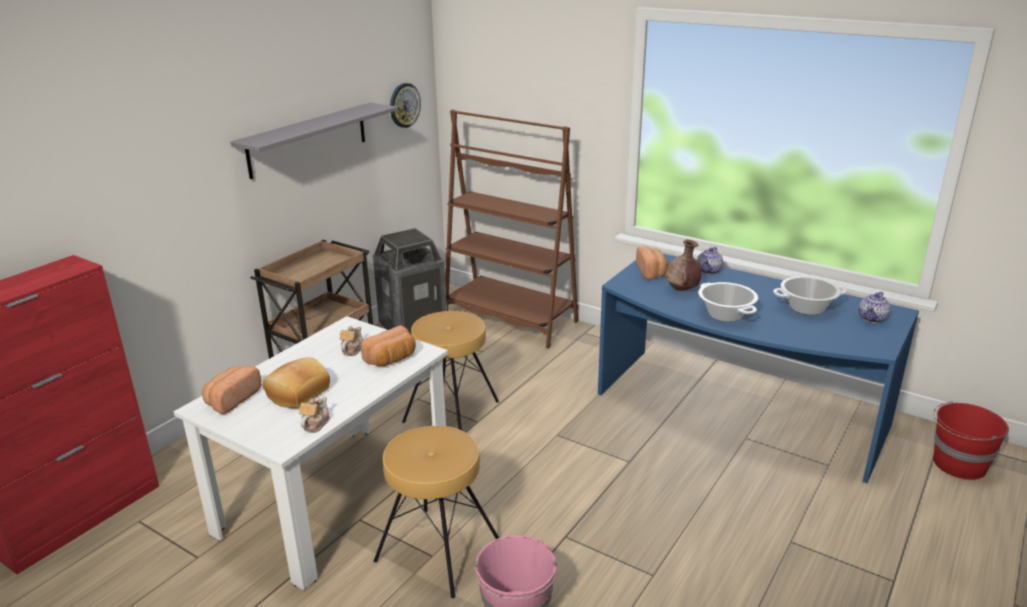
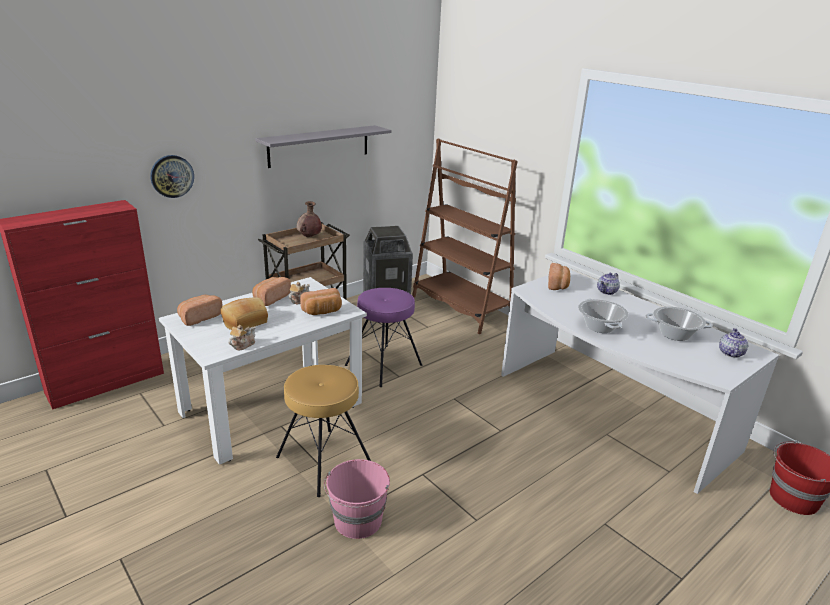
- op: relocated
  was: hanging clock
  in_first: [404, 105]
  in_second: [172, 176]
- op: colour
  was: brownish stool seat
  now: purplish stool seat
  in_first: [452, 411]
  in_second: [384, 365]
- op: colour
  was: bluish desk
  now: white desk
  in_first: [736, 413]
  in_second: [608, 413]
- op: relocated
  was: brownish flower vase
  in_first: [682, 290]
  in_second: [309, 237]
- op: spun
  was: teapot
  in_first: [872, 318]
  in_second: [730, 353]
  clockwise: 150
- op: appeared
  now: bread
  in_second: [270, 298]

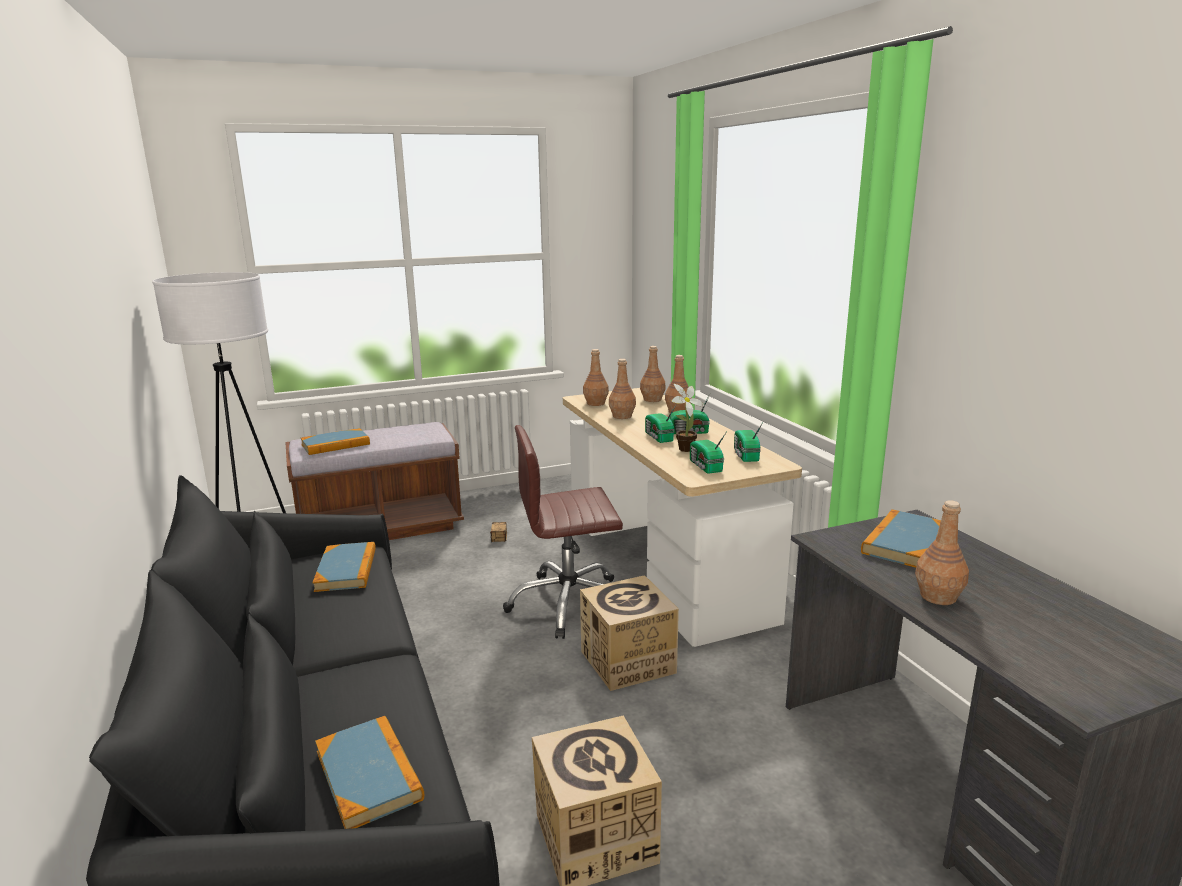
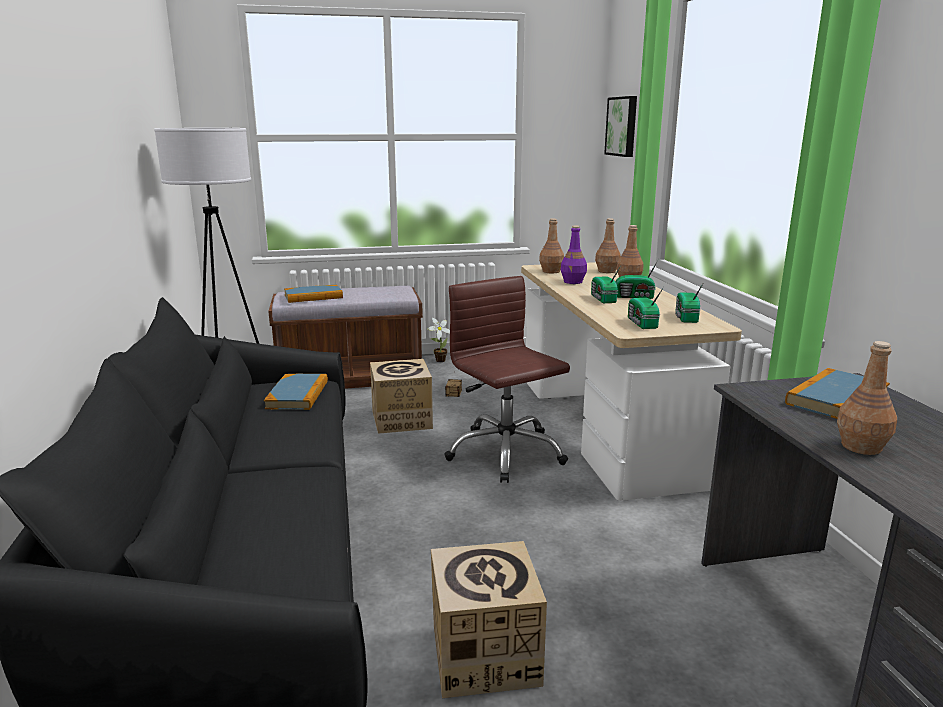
- op: missing
  was: volume
  in_first: [369, 775]
- op: spun
  was: brownish desk chair
  in_first: [568, 604]
  in_second: [505, 453]
  clockwise: 60
- op: relocated
  was: carton
  in_first: [627, 662]
  in_second: [401, 420]
- op: colour
  was: brownish drink bottle
  now: purplish drink bottle
  in_first: [622, 416]
  in_second: [573, 282]
- op: relocated
  was: plant in a pot
  in_first: [683, 450]
  in_second: [438, 360]
- op: appeared
  now: wall picture
  in_second: [623, 126]

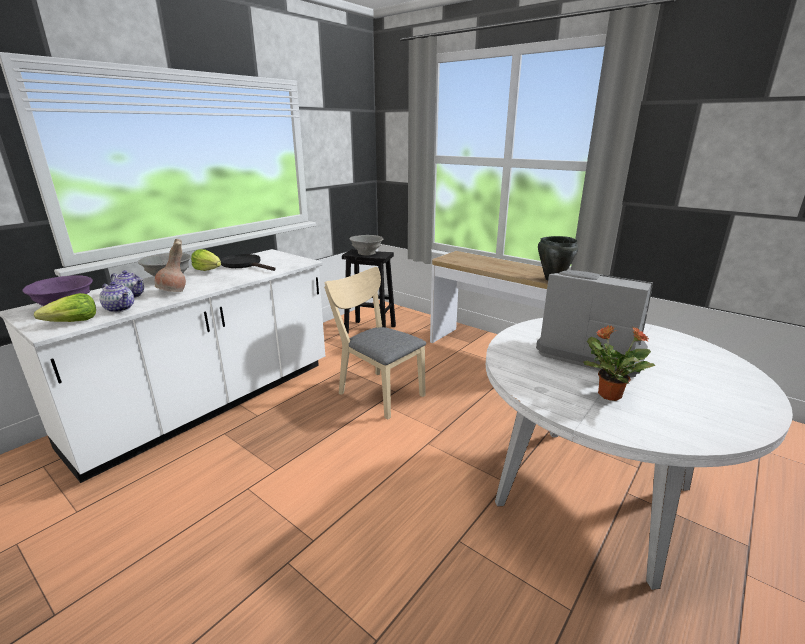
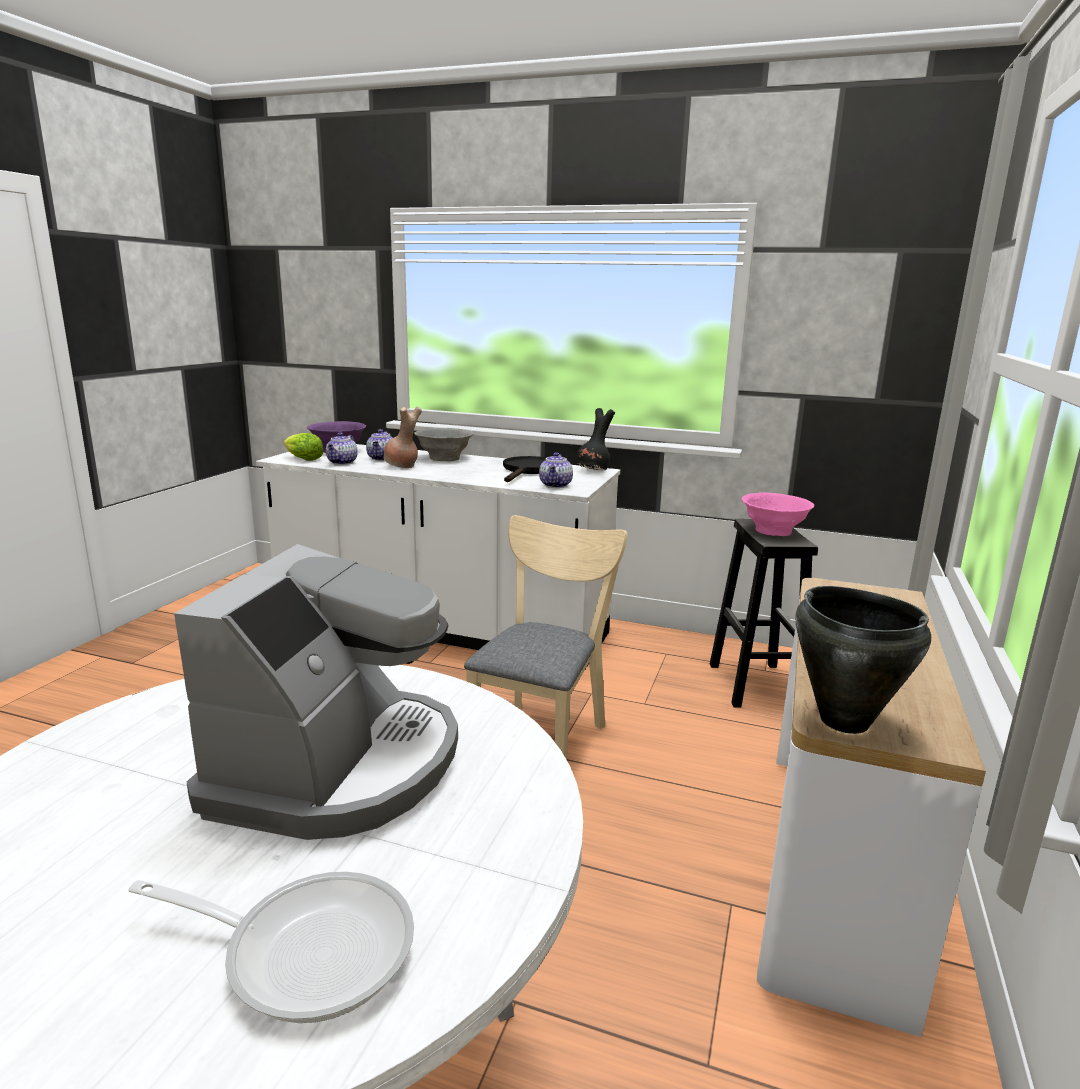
- op: missing
  was: lettuce
  in_first: [208, 270]
- op: colour
  was: gray serving bowl
  now: pink-coloured serving bowl
  in_first: [366, 253]
  in_second: [773, 531]
- op: missing
  was: plant in a pot
  in_first: [608, 394]
- op: appeared
  now: pan
  in_second: [306, 949]
- op: appeared
  now: teapot
  in_second: [556, 485]
- op: appeared
  now: black flower vase
  in_second: [593, 471]

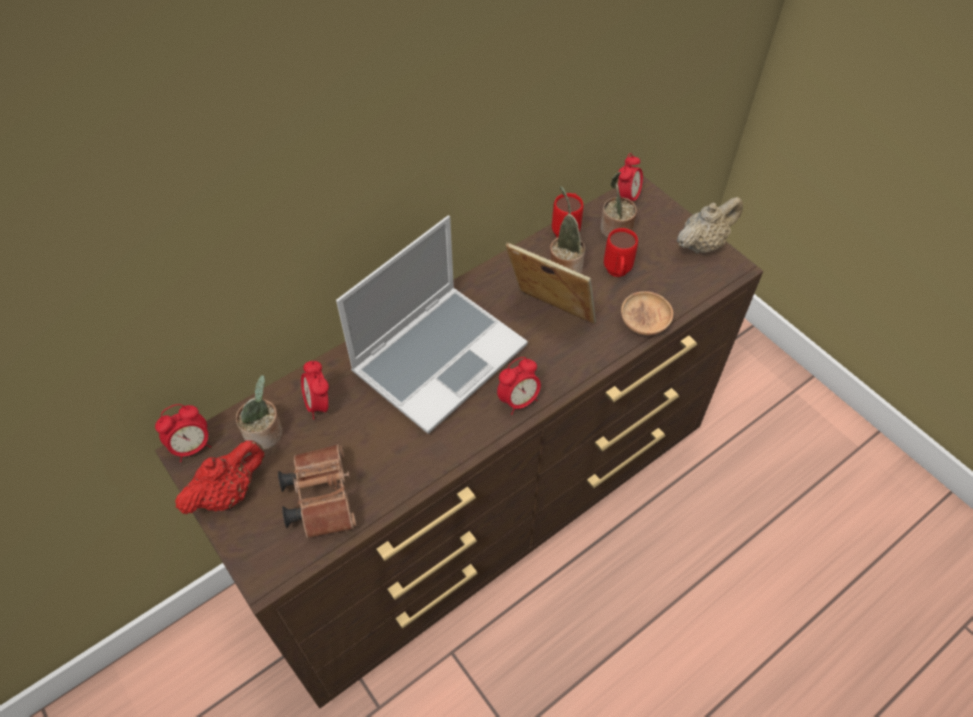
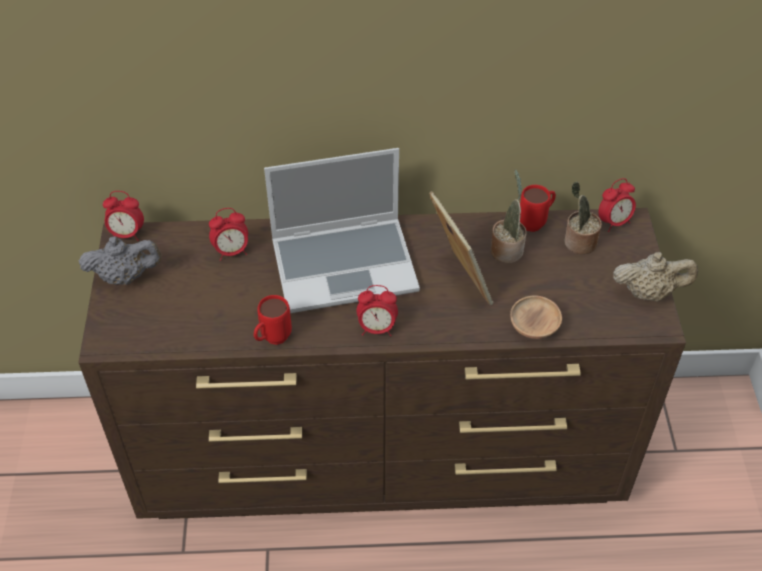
- op: colour
  was: red teapot
  now: gray teapot
  in_first: [229, 492]
  in_second: [125, 277]
- op: missing
  was: plant in a pot
  in_first: [266, 434]
- op: missing
  was: brownish pair of binoculars
  in_first: [321, 496]
- op: spun
  was: bedside clock
  in_first: [319, 404]
  in_second: [232, 252]
  clockwise: -120
- op: relocated
  was: red tea mug
  in_first: [617, 274]
  in_second: [272, 340]

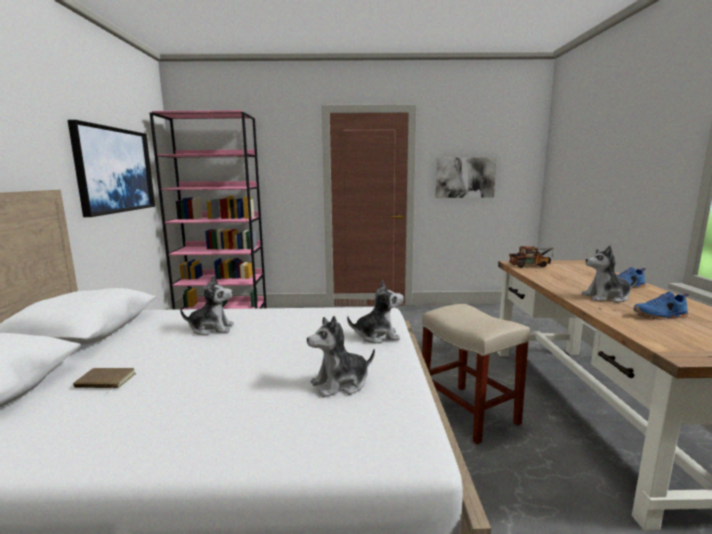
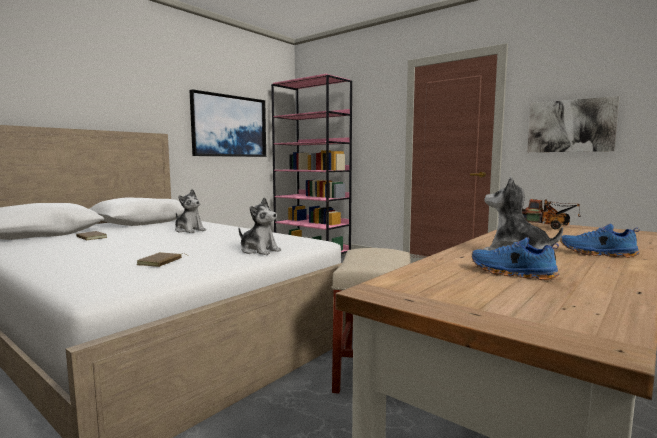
- op: exchanged
  was: soft toy
  now: brownish volume
  in_first: [341, 384]
  in_second: [161, 262]

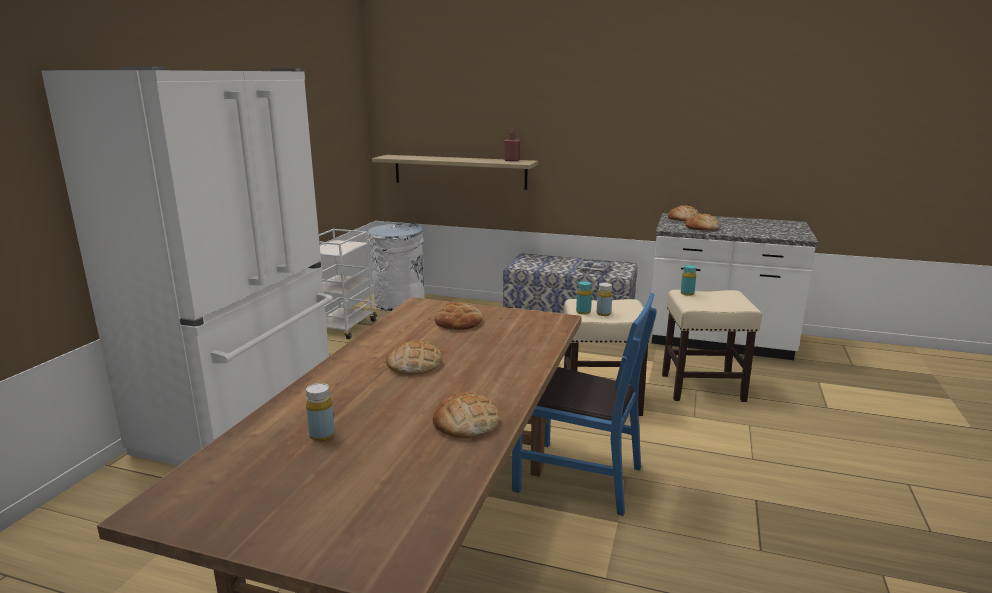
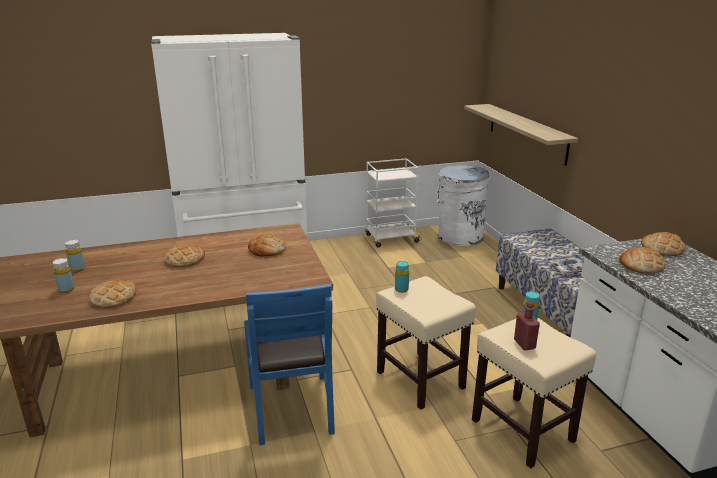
- op: relocated
  was: red drink bottle
  in_first: [511, 160]
  in_second: [524, 344]
- op: relocated
  was: yellow-coloured drink bottle
  in_first: [603, 314]
  in_second: [66, 289]

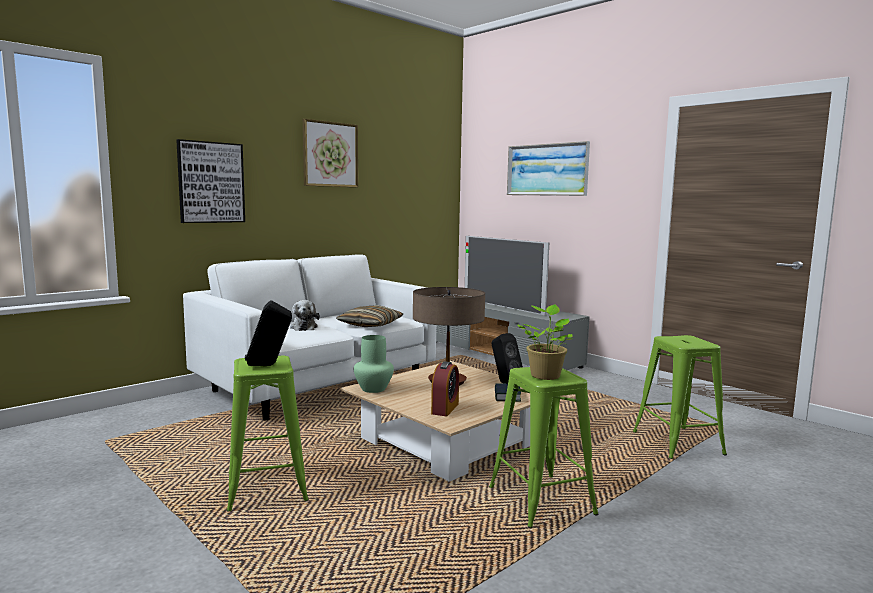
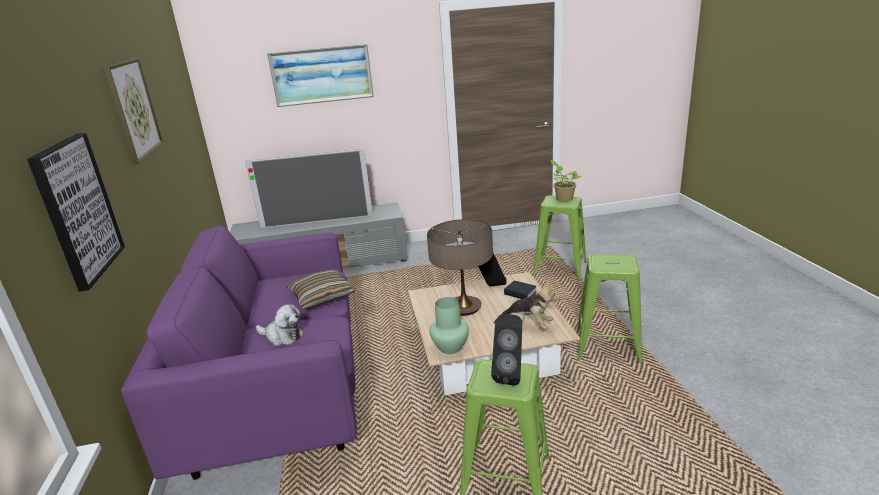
- op: colour
  was: white couch
  now: purplish couch
  in_first: [318, 386]
  in_second: [279, 389]
- op: exchanged
  was: bedside clock
  now: soft toy
  in_first: [445, 409]
  in_second: [527, 326]
- op: relocated
  was: plant in a pot
  in_first: [545, 375]
  in_second: [563, 199]

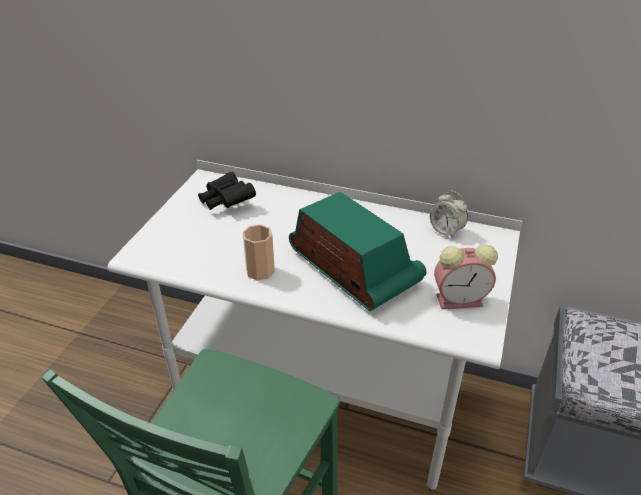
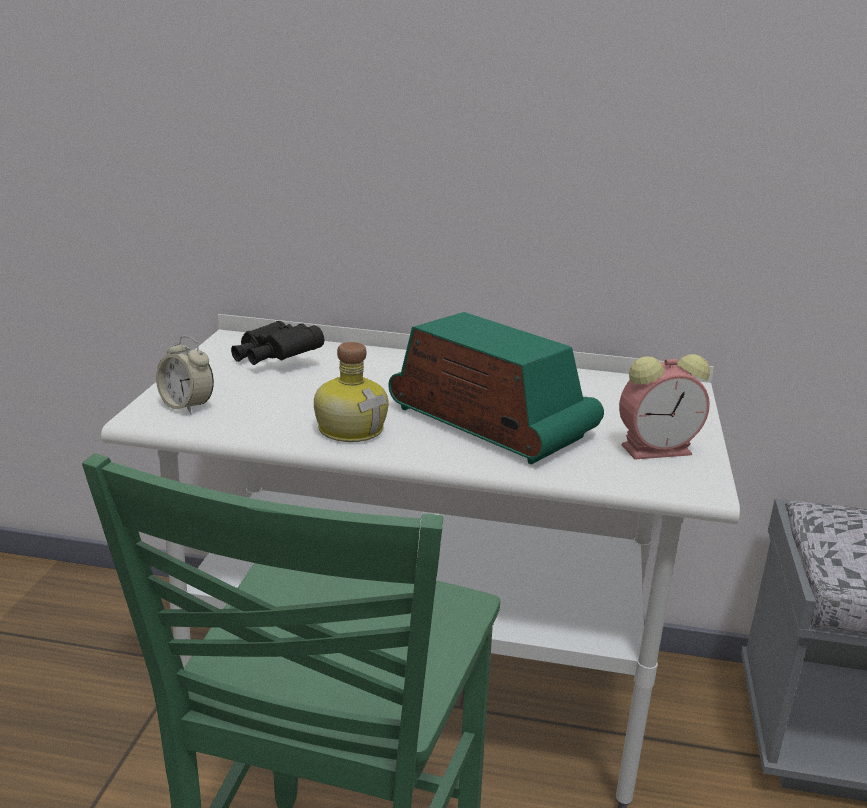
- op: exchanged
  was: cup
  now: drink bottle
  in_first: [260, 271]
  in_second: [351, 428]
- op: relocated
  was: bedside clock
  in_first: [446, 230]
  in_second: [186, 406]

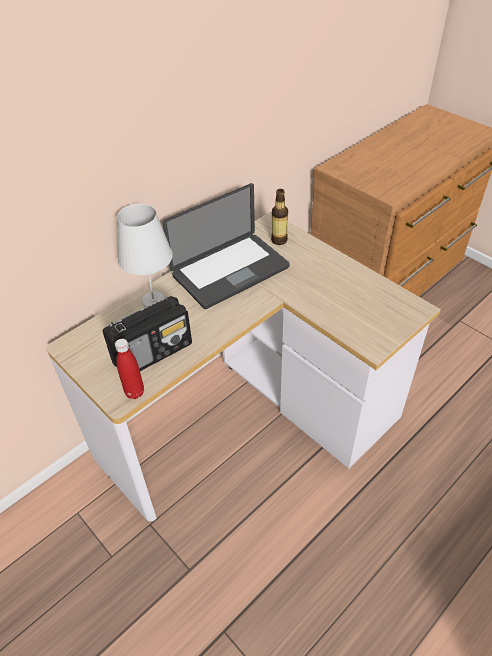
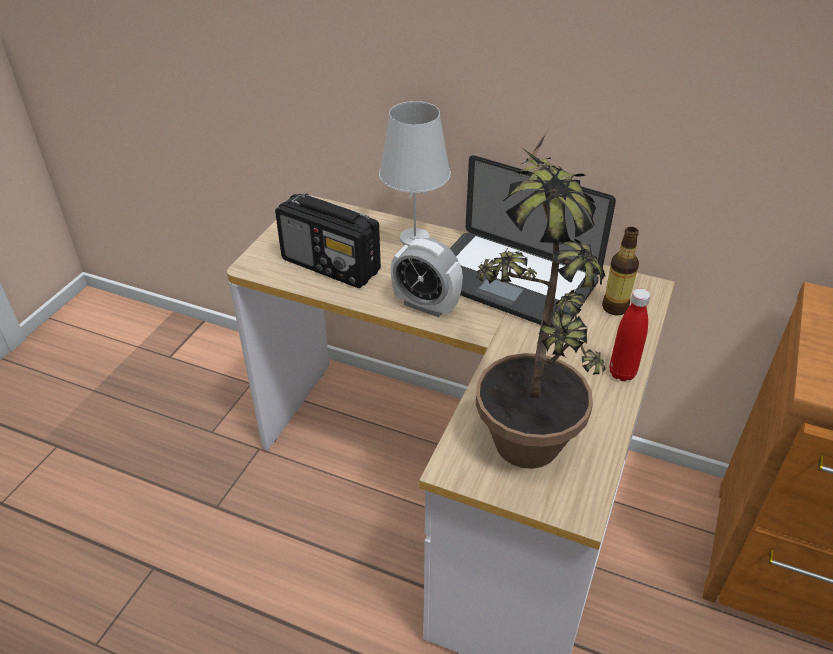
- op: relocated
  was: red drink bottle
  in_first: [135, 392]
  in_second: [622, 373]
- op: appeared
  now: bedside clock
  in_second: [426, 305]
- op: appeared
  now: plant in a pot
  in_second: [525, 423]

